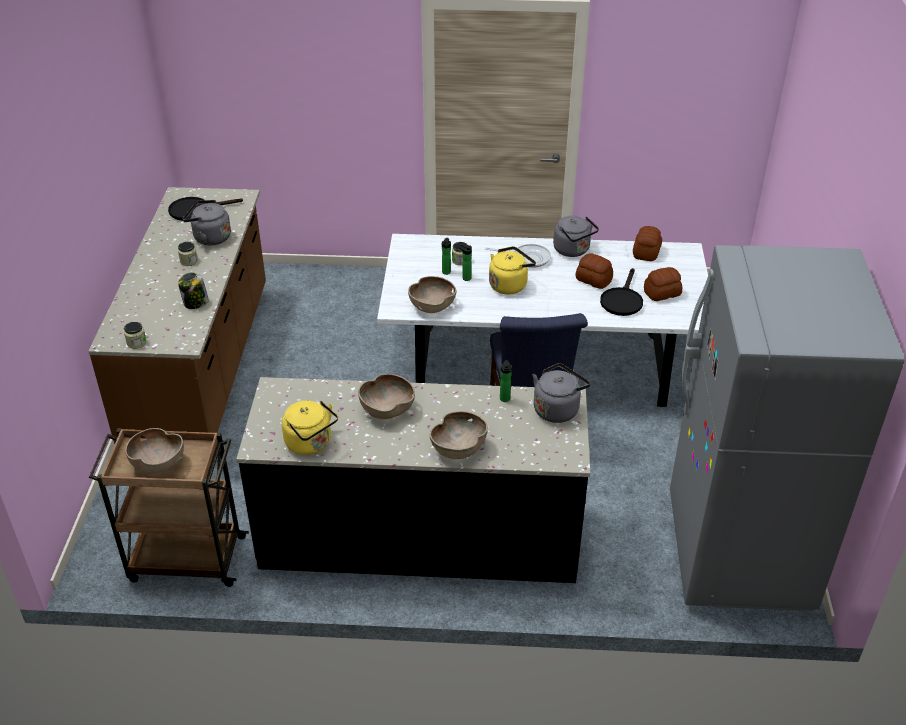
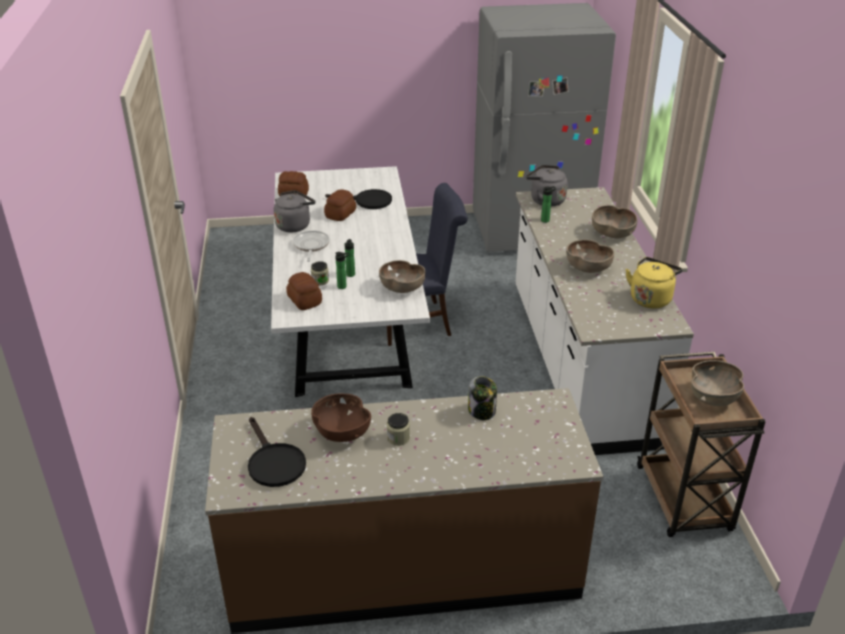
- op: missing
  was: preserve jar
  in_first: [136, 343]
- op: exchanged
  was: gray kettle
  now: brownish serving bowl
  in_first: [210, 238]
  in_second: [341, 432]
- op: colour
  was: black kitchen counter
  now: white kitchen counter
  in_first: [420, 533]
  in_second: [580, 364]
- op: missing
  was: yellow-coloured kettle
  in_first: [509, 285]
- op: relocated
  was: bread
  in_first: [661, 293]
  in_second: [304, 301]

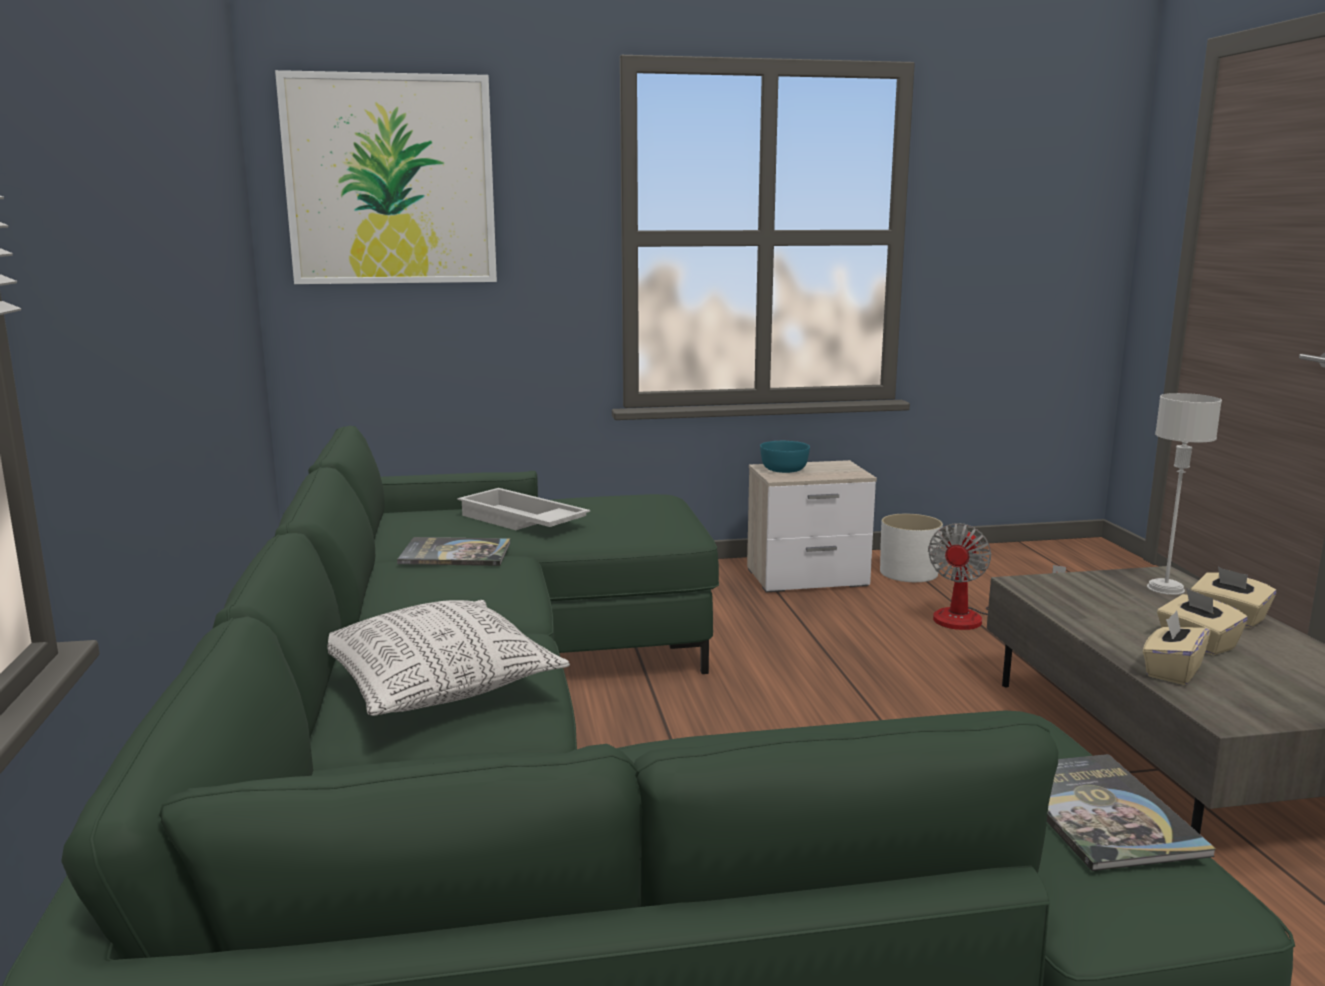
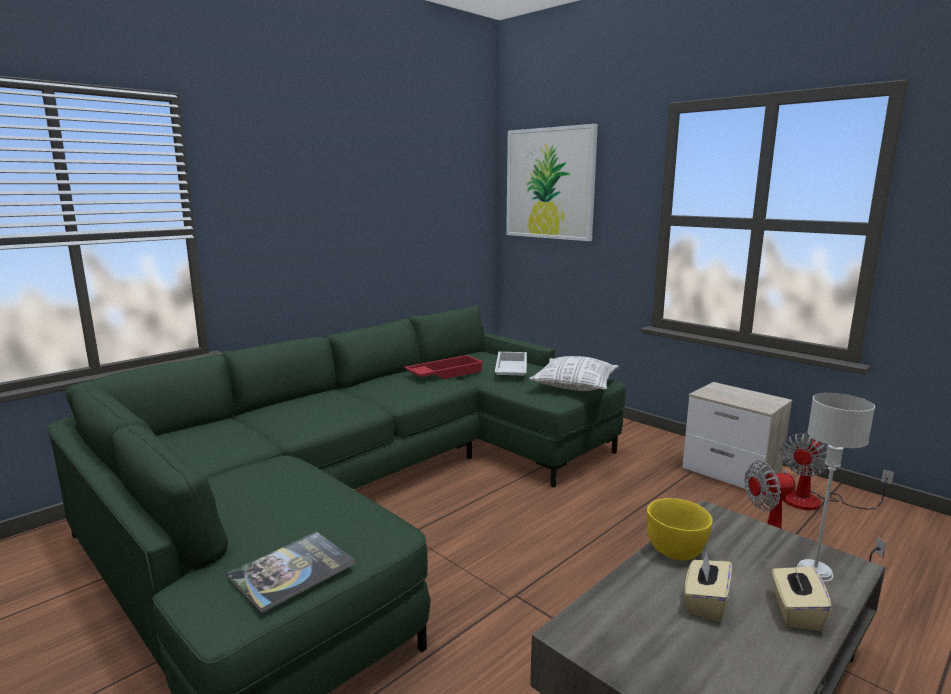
- op: relocated
  was: throw pillow
  in_first: [436, 685]
  in_second: [575, 386]
- op: exchanged
  was: volume
  now: red carrying tray
  in_first: [455, 554]
  in_second: [444, 373]
- op: missing
  was: turquoise serving bowl
  in_first: [783, 469]
- op: exchanged
  was: white plant pot
  now: fan
  in_first: [909, 573]
  in_second: [815, 502]
- op: missing
  was: sand-coloured tissue holder
  in_first: [1172, 671]
- op: appeared
  now: yellow-coloured serving bowl
  in_second: [676, 551]

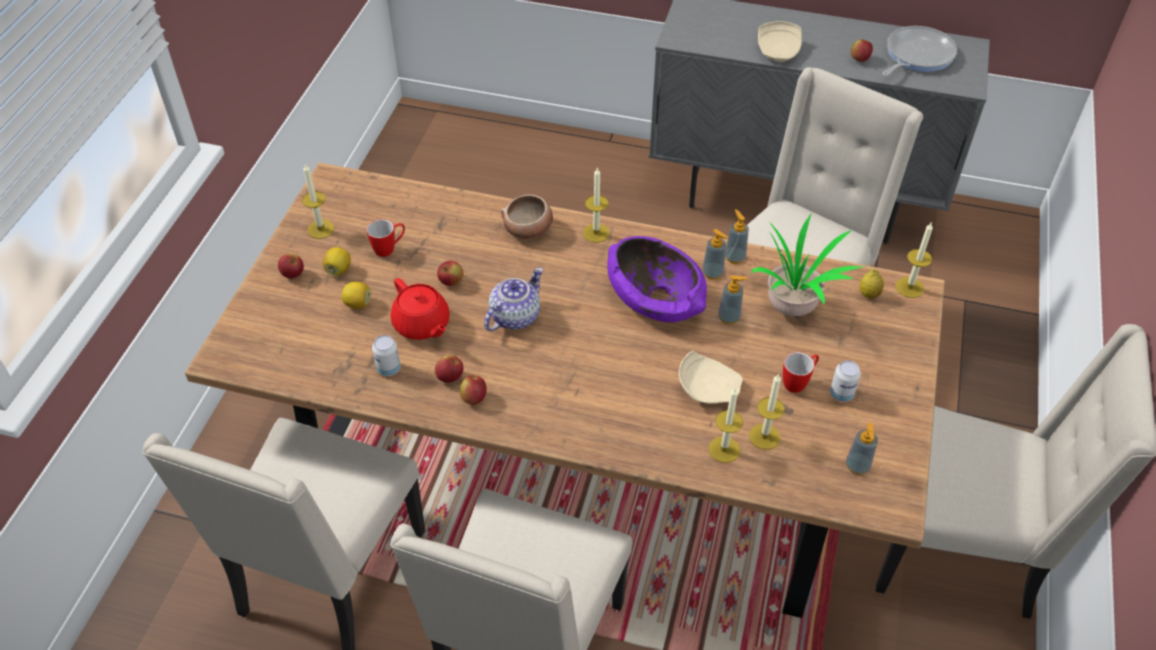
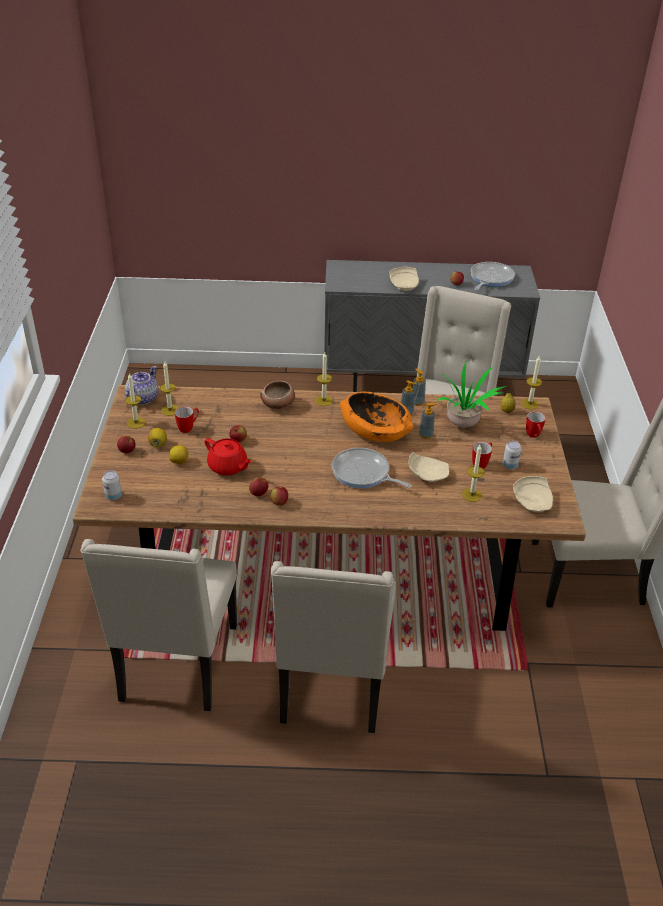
- op: relocated
  was: metal can
  in_first: [388, 369]
  in_second: [113, 496]
- op: relocated
  was: teapot
  in_first: [514, 317]
  in_second: [142, 398]
- op: colour
  was: purplish serving bowl
  now: orange-coloured serving bowl
  in_first: [655, 297]
  in_second: [375, 431]
- op: relocated
  was: wax candle
  in_first: [724, 449]
  in_second: [170, 410]
- op: exchanged
  was: soap dispenser
  now: sand-coloured plate
  in_first: [857, 466]
  in_second: [533, 501]
- op: appeared
  now: pan
  in_second: [363, 473]
- op: appeared
  now: tea mug
  in_second: [533, 436]

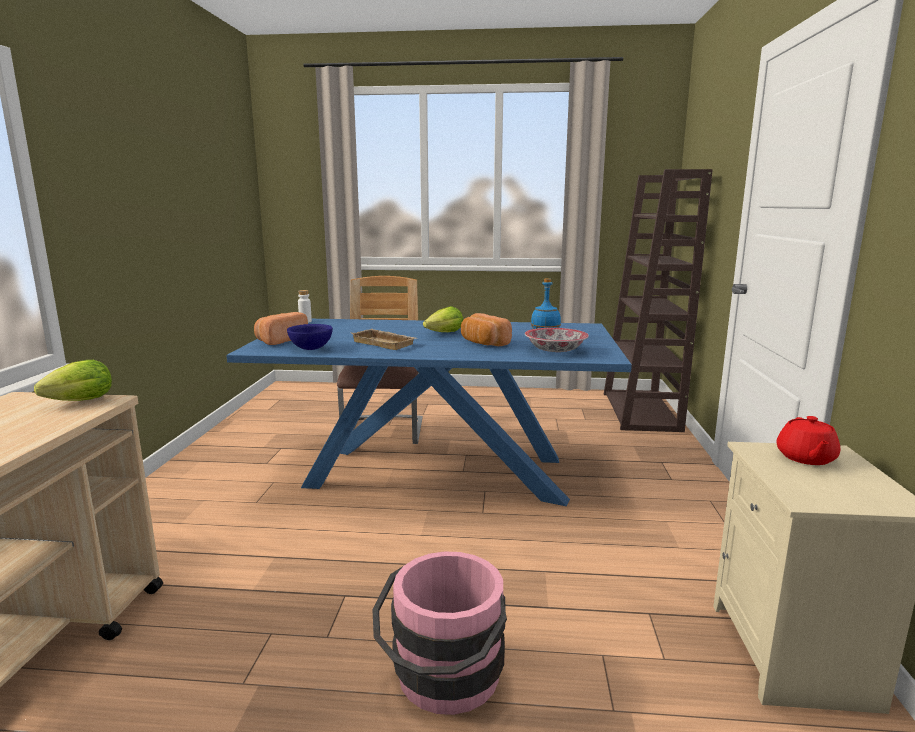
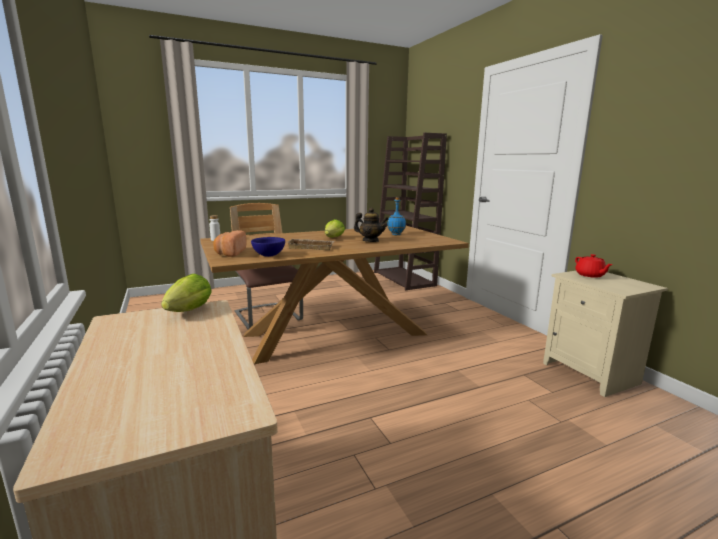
- op: colour
  was: bluish kitchen table
  now: brownish kitchen table
  in_first: [436, 472]
  in_second: [334, 334]
- op: missing
  was: pink-coloured water bucket
  in_first: [443, 681]
- op: exchanged
  was: bread
  now: teapot
  in_first: [483, 343]
  in_second: [370, 241]
- op: missing
  was: serving bowl
  in_first: [555, 350]

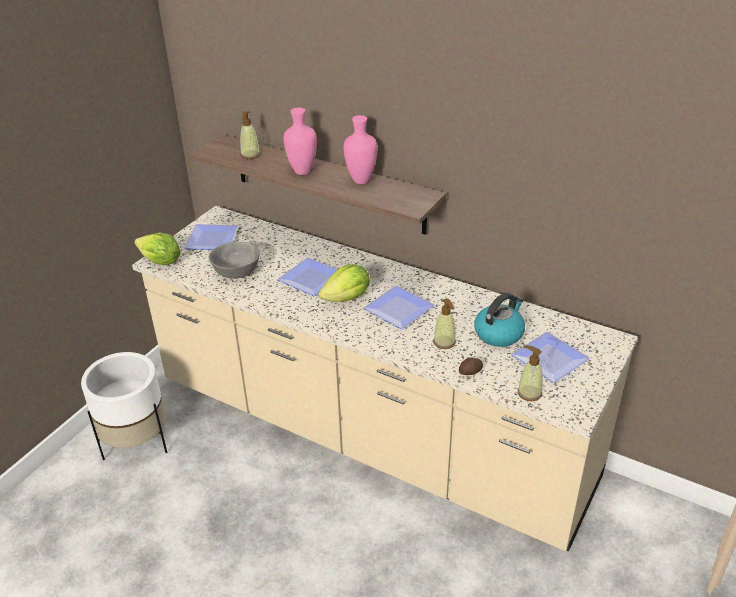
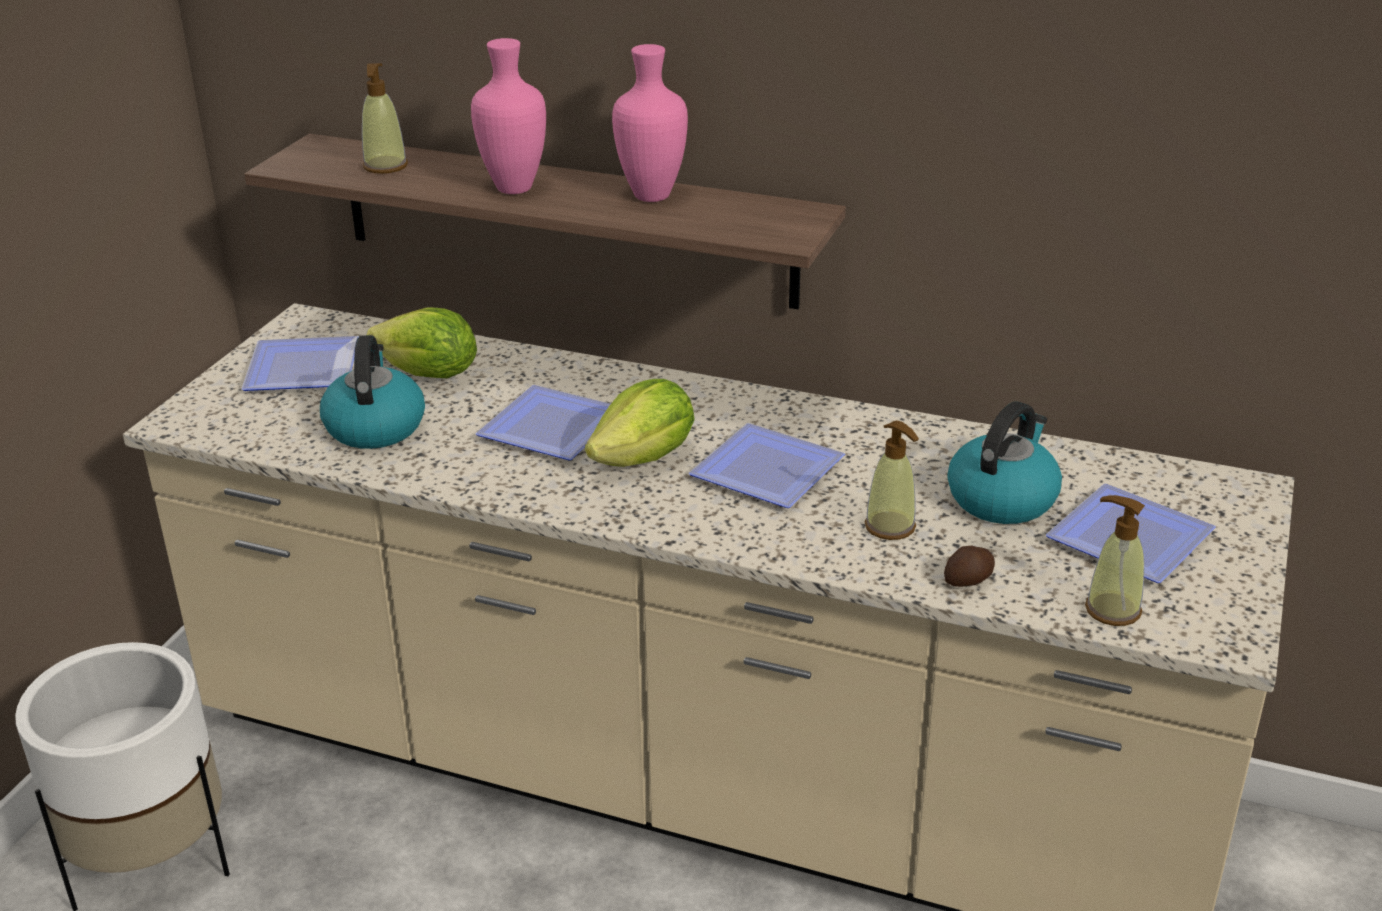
- op: relocated
  was: lettuce
  in_first: [161, 262]
  in_second: [429, 375]
- op: exchanged
  was: gray serving bowl
  now: kettle
  in_first: [236, 271]
  in_second: [375, 426]

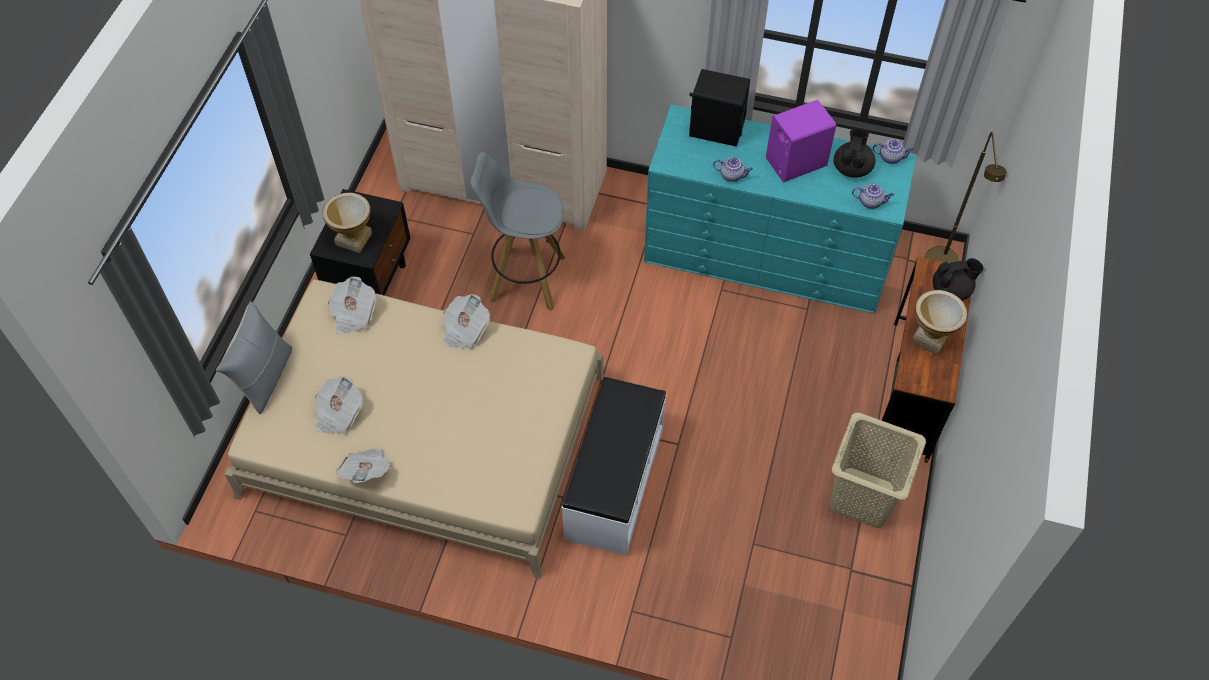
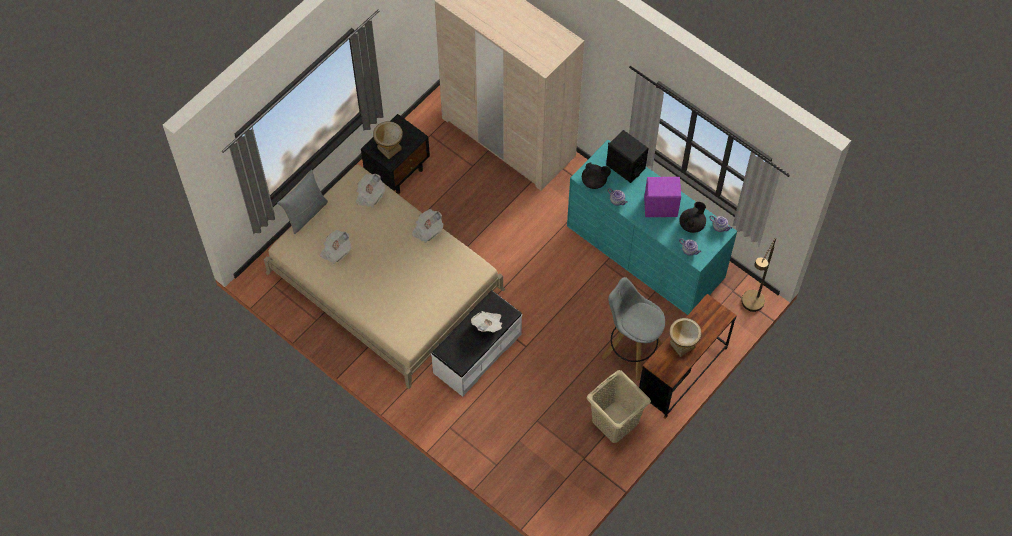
- op: relocated
  was: printed paper
  in_first: [367, 471]
  in_second: [488, 325]
- op: relocated
  was: gray stool seat
  in_first: [526, 278]
  in_second: [631, 351]
- op: relocated
  was: black teapot
  in_first: [951, 290]
  in_second: [594, 181]

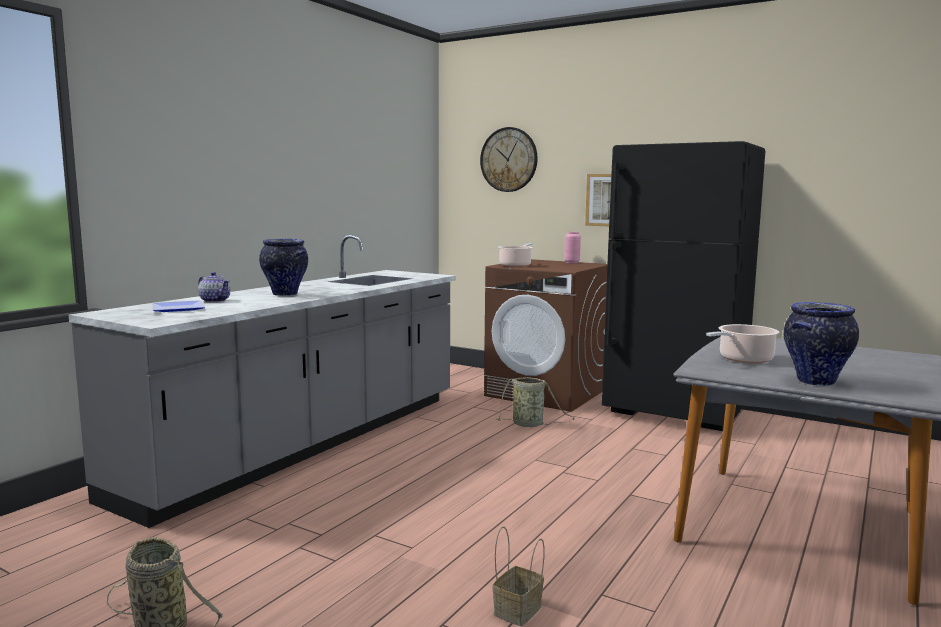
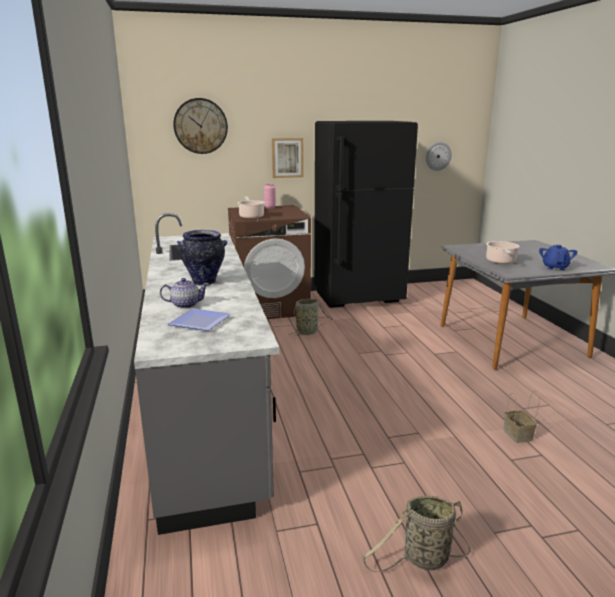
- op: exchanged
  was: flower vase
  now: bluish teapot
  in_first: [815, 382]
  in_second: [555, 267]
- op: appeared
  now: hanging clock
  in_second: [438, 156]

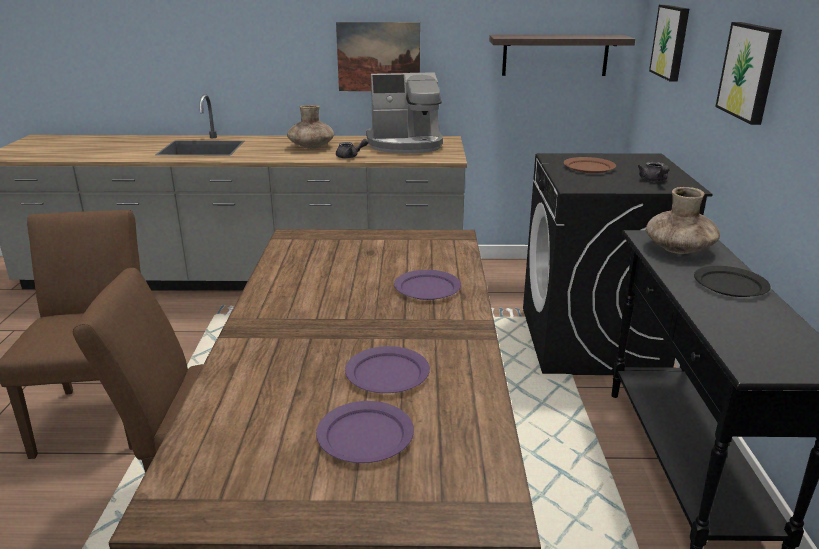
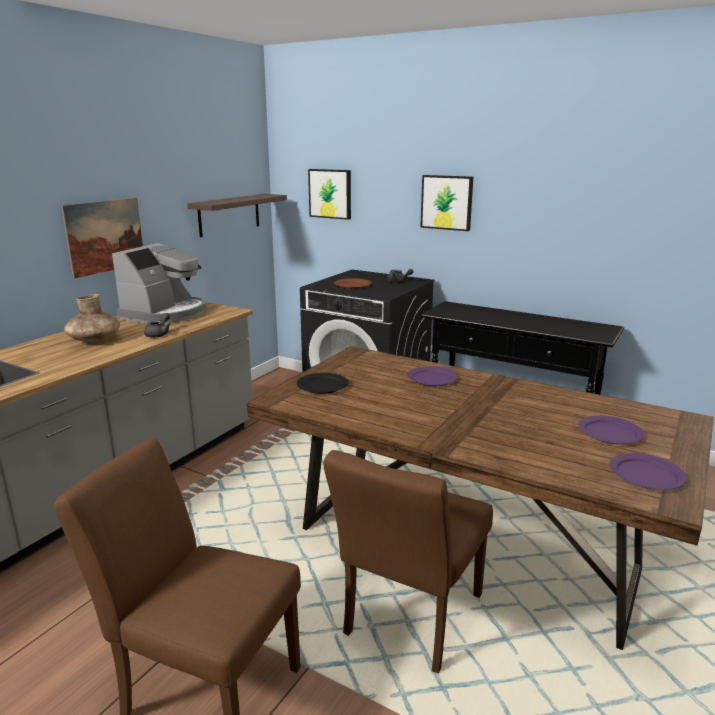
- op: relocated
  was: purplish plate
  in_first: [387, 373]
  in_second: [645, 474]
- op: missing
  was: brownish flower vase
  in_first: [679, 249]
- op: relocated
  was: black plate
  in_first: [730, 284]
  in_second: [322, 385]

